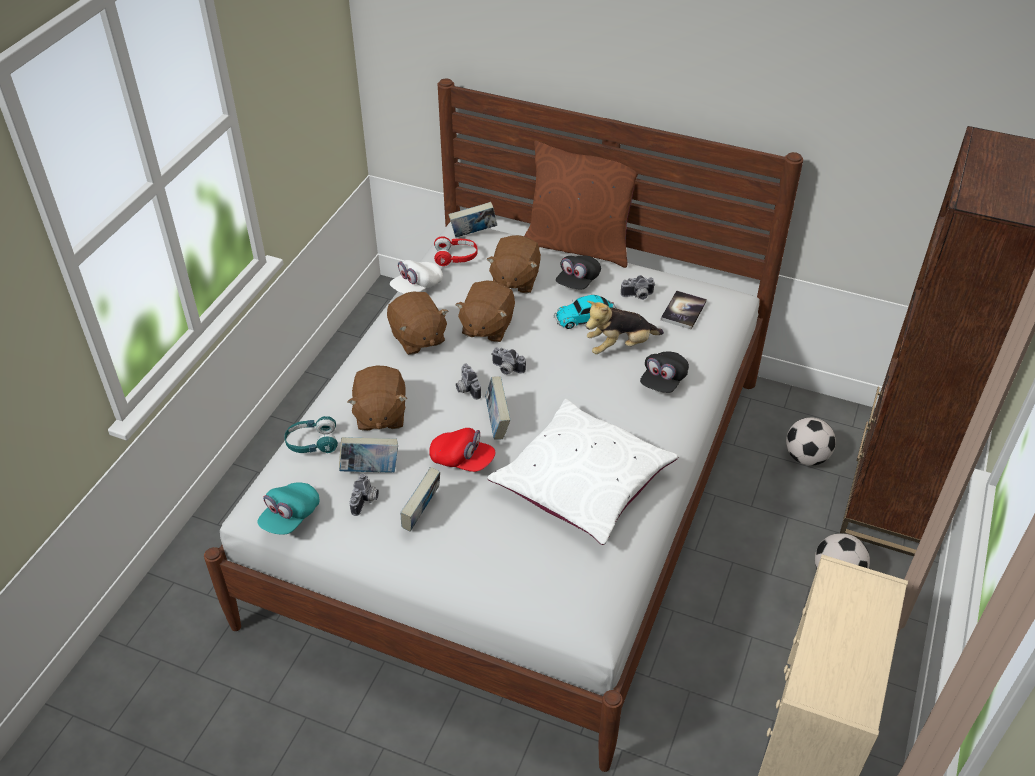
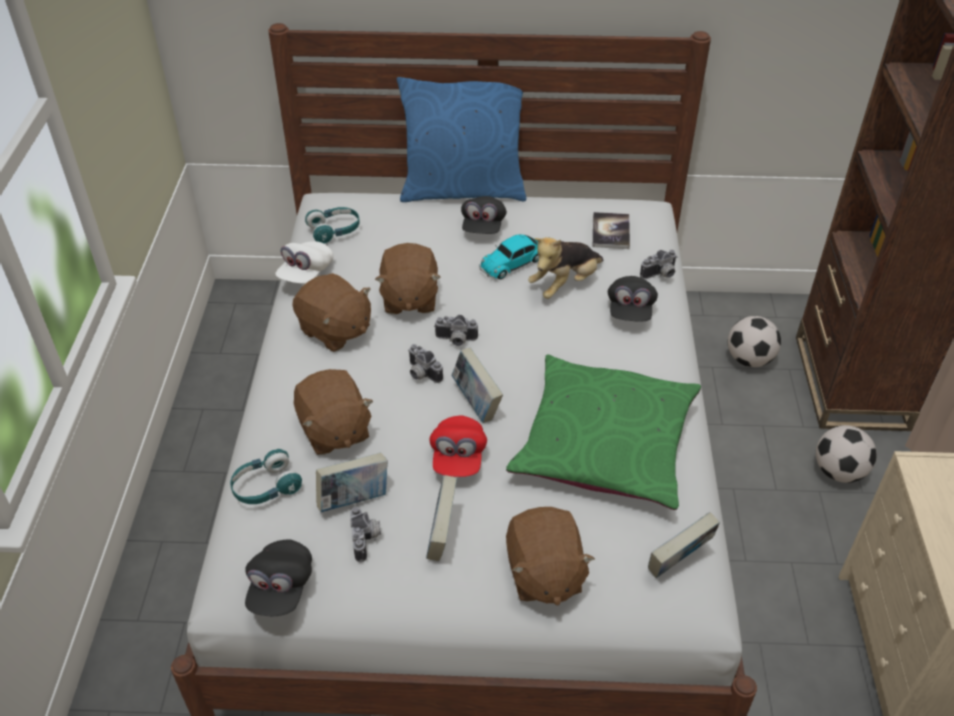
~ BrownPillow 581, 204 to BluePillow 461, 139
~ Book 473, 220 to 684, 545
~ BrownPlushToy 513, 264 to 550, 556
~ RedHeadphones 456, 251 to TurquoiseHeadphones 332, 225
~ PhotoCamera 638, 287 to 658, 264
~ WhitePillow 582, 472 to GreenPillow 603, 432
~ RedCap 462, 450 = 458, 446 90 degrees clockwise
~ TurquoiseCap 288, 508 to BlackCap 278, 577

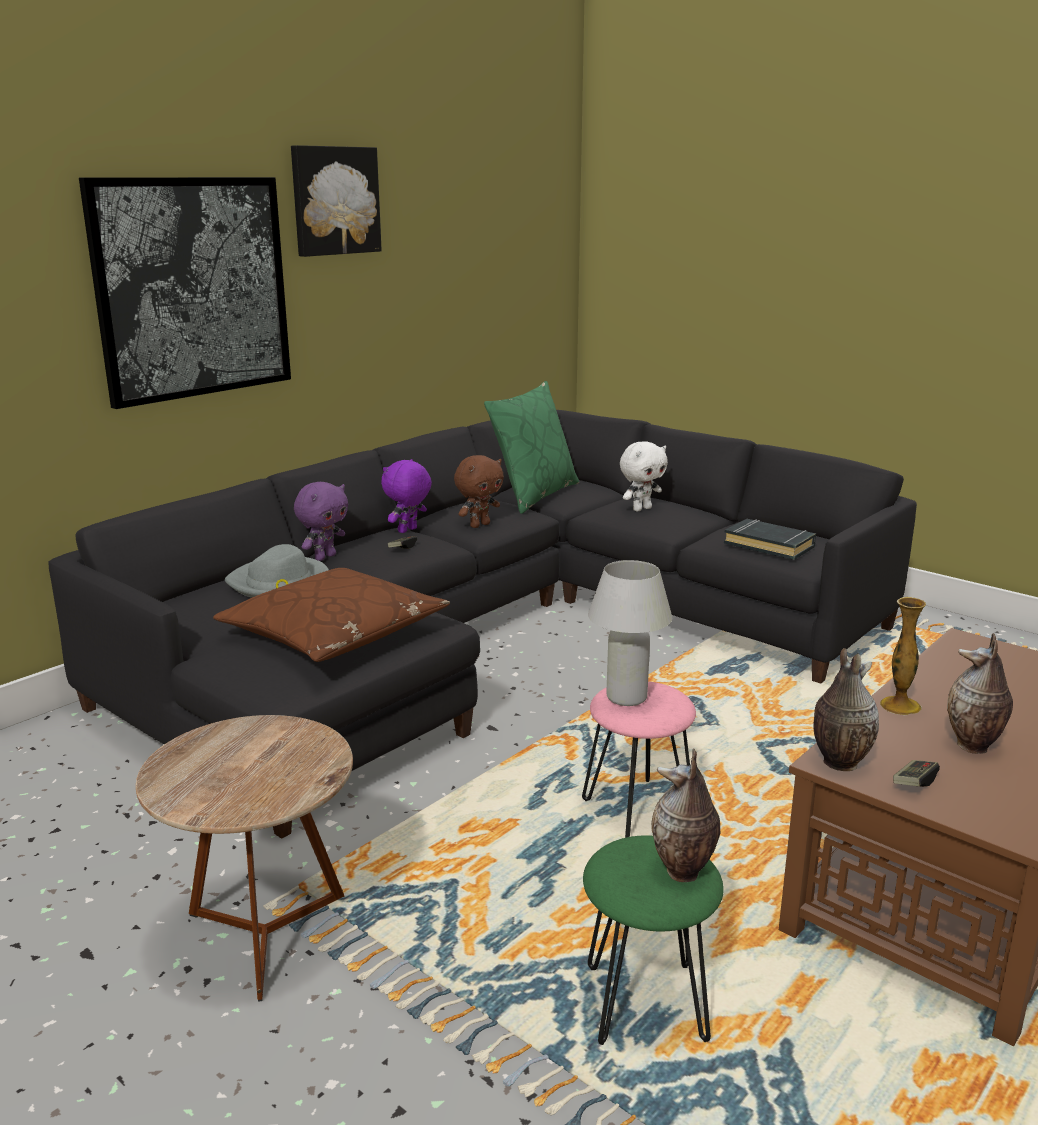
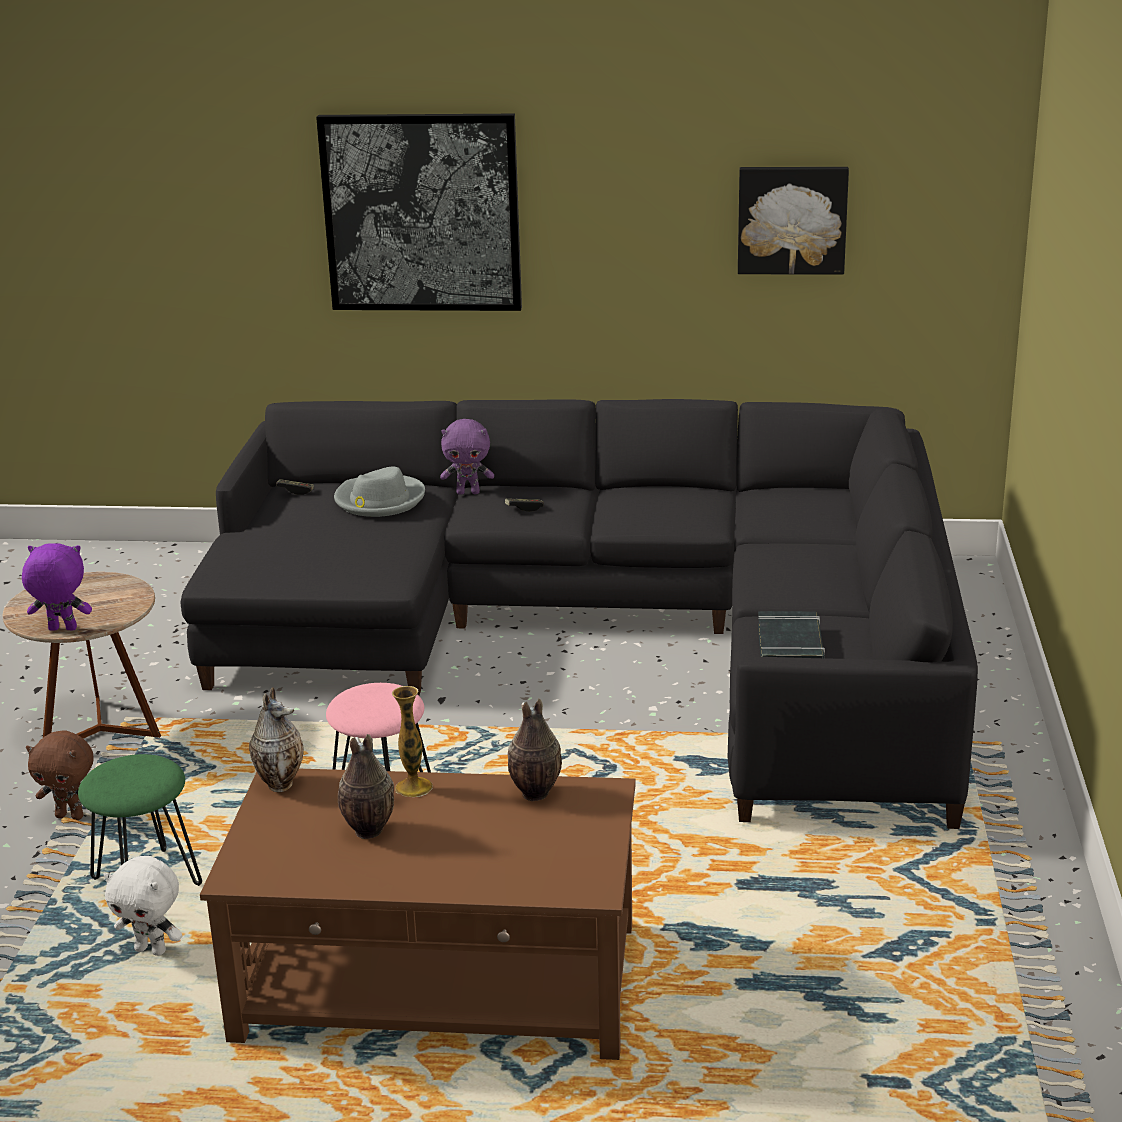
~ Picture 336, 201 to 793, 221
- GreenPillow 531, 447
~ WhitePlushToy 644, 476 to 143, 906
~ BrownPlushToy 479, 491 to 60, 775
~ PurplePlushToy 406, 496 to 57, 587
- WhiteTableLamp 630, 633
- BrownPillow 331, 615
~ Vase 685, 815 to 534, 749
~ GameController 916, 773 to 295, 487

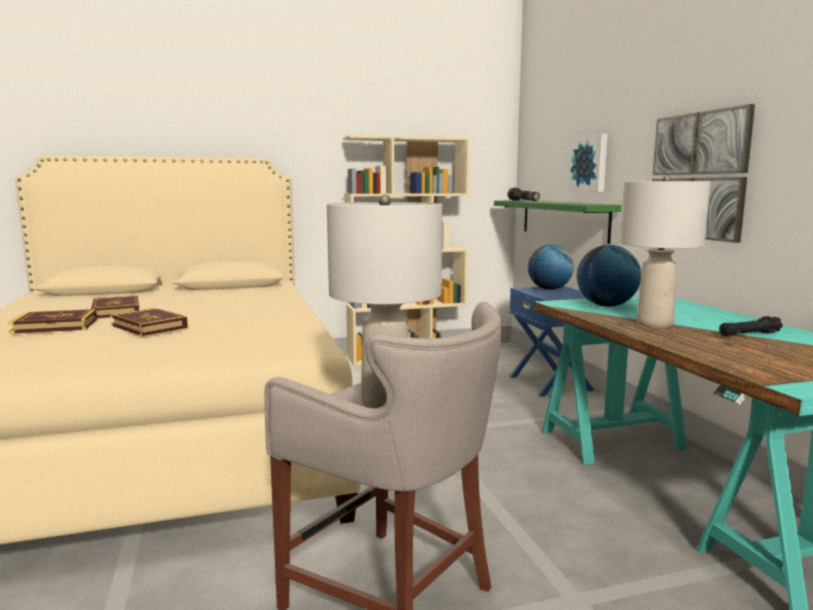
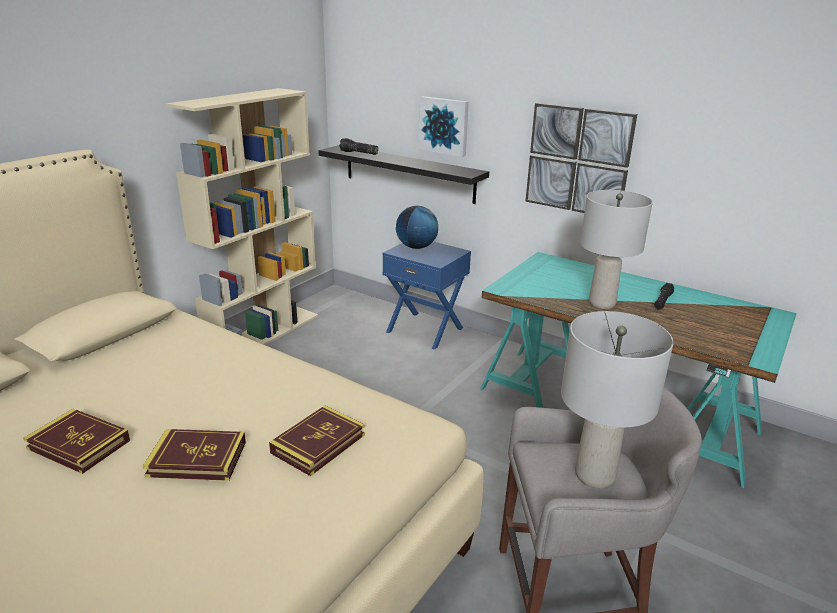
~ GreenShelf 558, 222 to BlackShelf 403, 174
- Globe 609, 276
~ Book 52, 321 to 317, 441

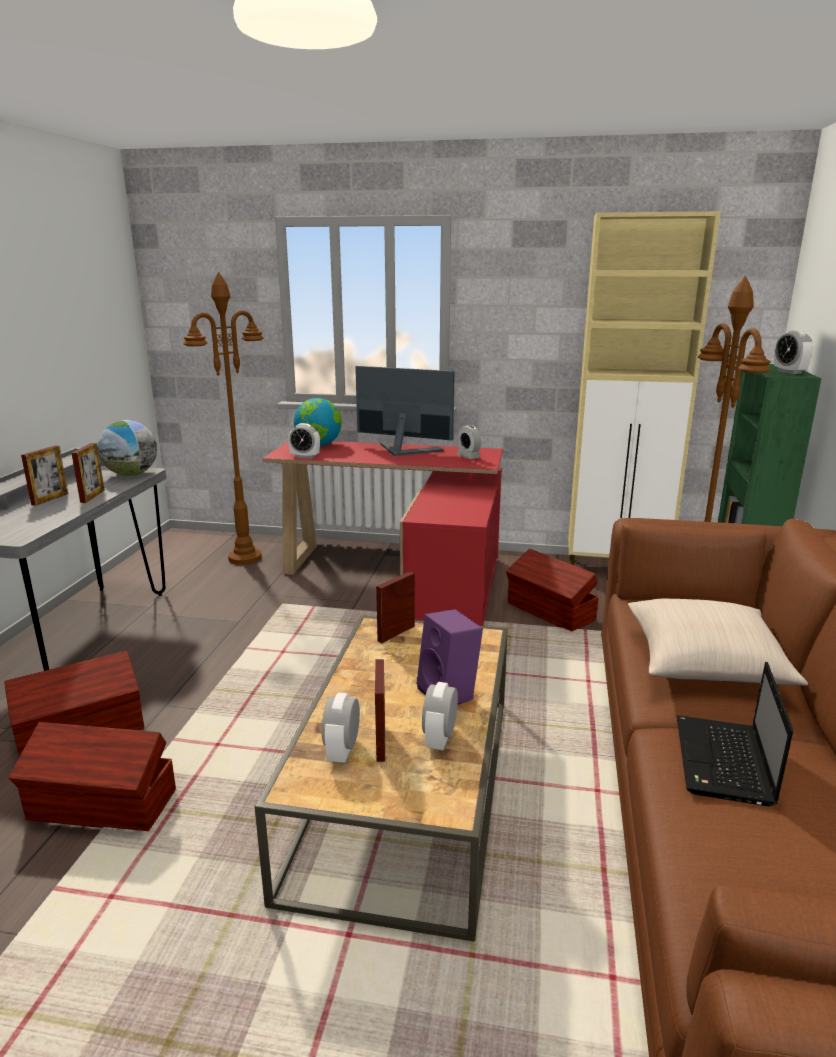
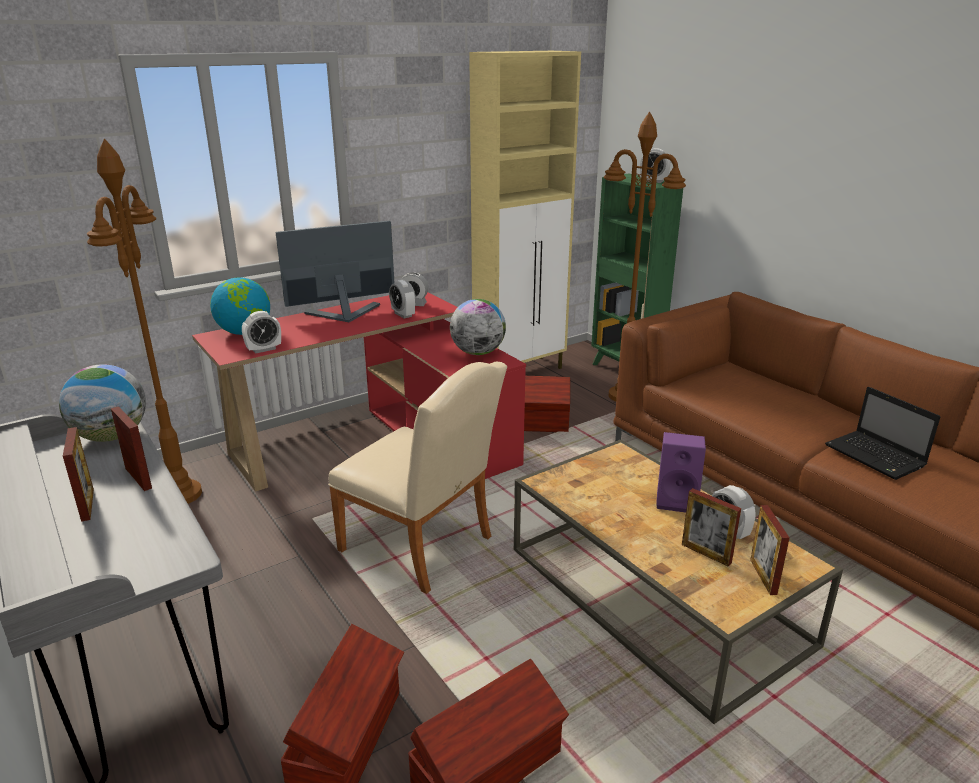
~ PictureFrame 395, 607 to 770, 550
- BeigePillow 718, 642
~ AlarmClock 341, 728 to 402, 299
+ Globe 478, 327
+ BeigeChair 417, 478

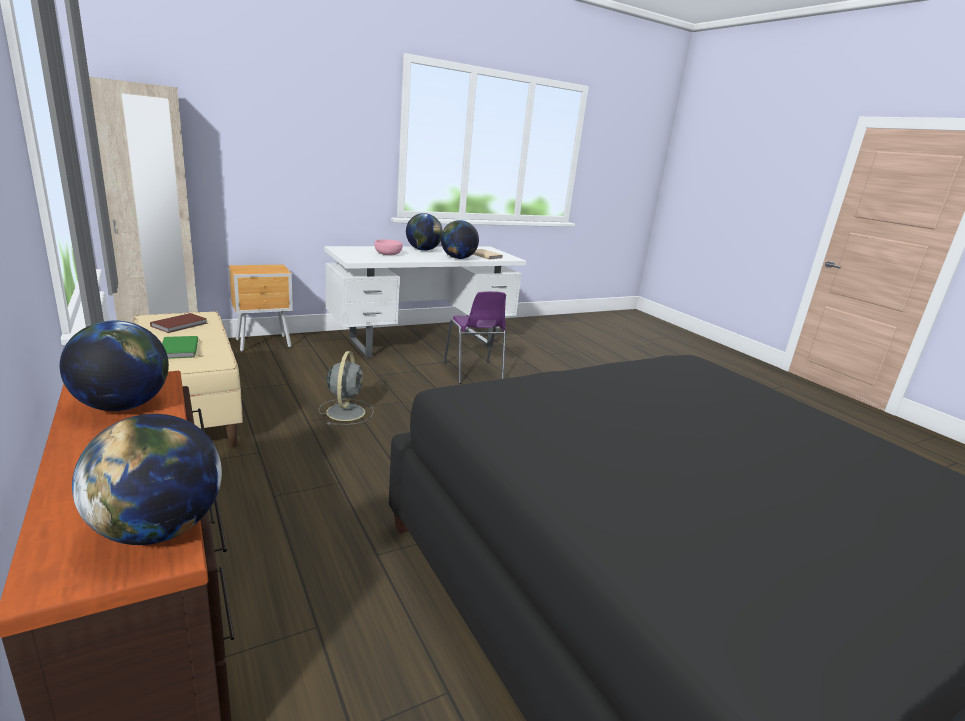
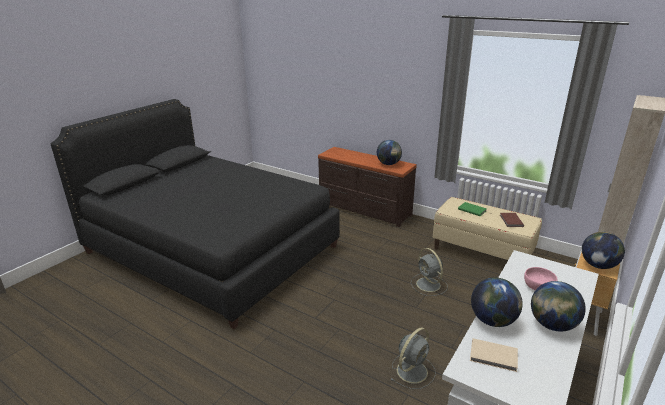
~ PurpleChair 474, 337 to GreyFan 413, 358
~ Globe 147, 479 to 603, 250

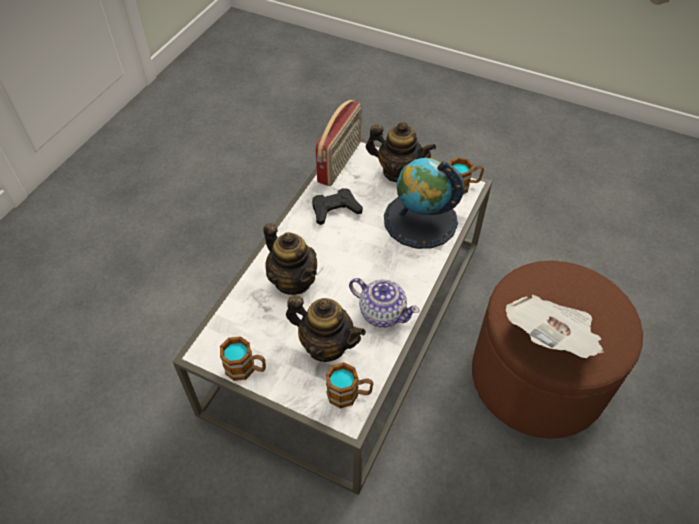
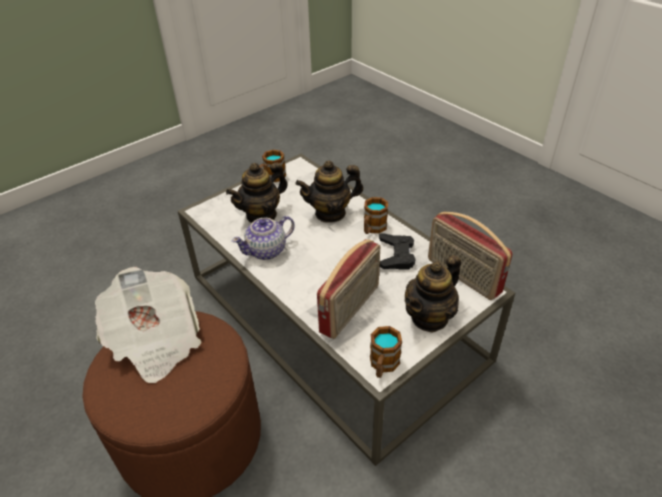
~ Globe 424, 203 to Radio 348, 289
~ Mug 349, 385 to 376, 215

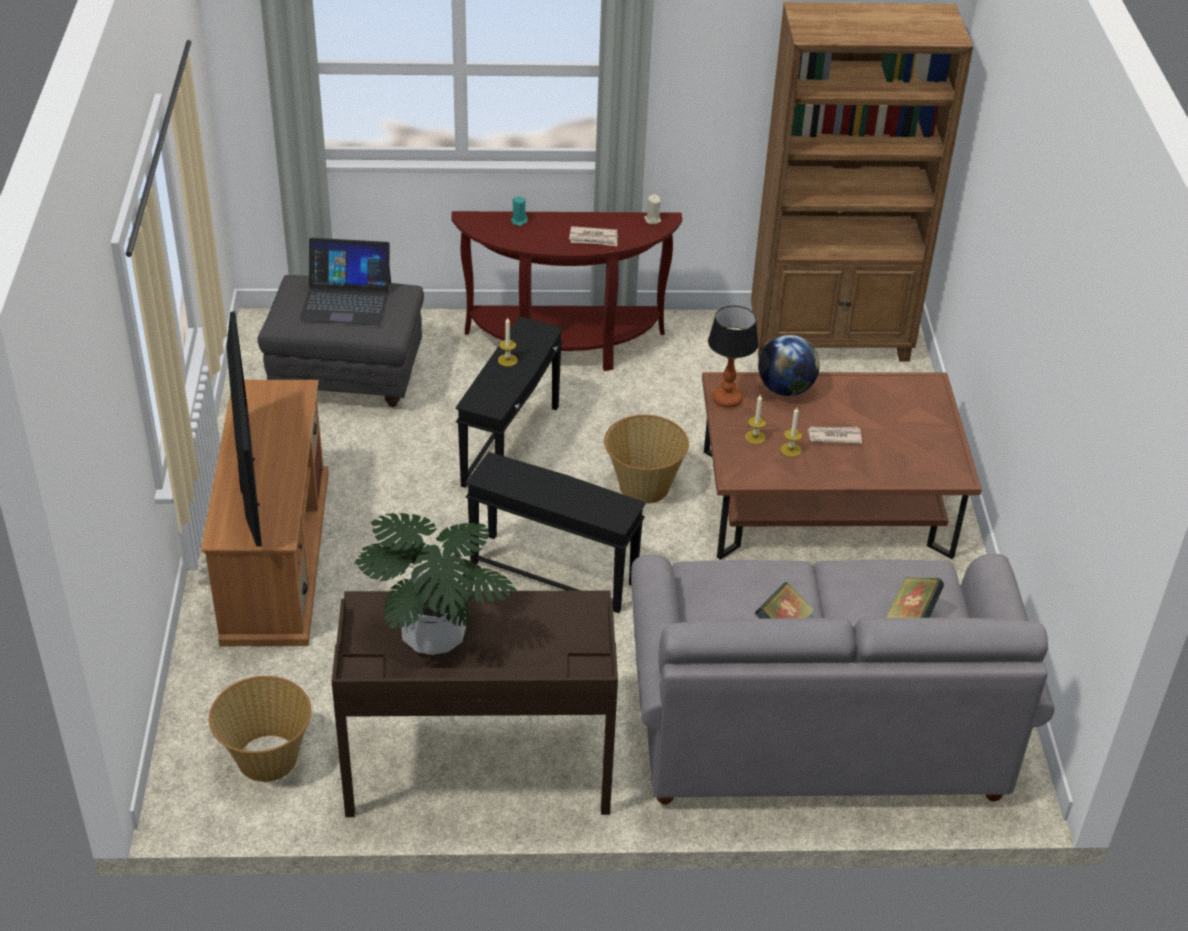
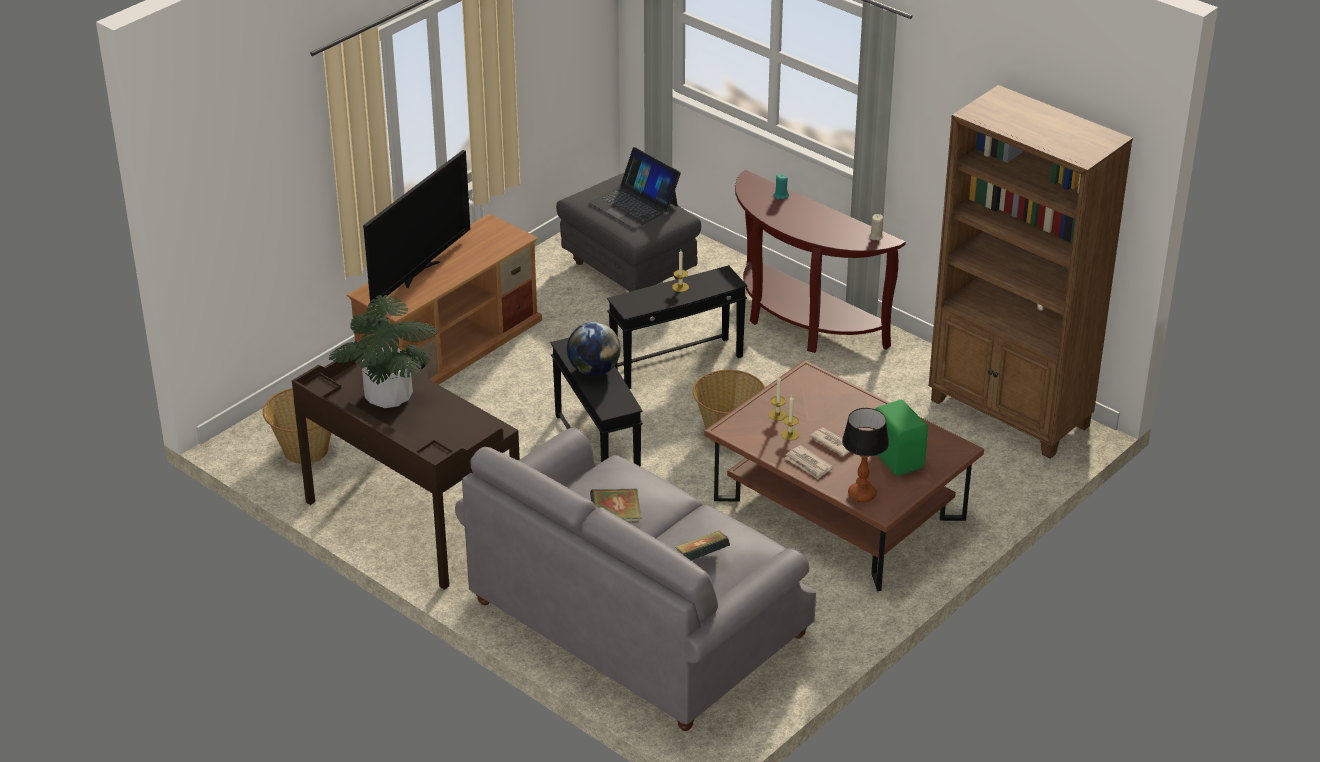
~ Newspaper 593, 236 to 809, 462
~ TableLamp 733, 357 to 865, 455
~ Globe 789, 365 to 594, 349
+ GreenSpeaker 900, 438

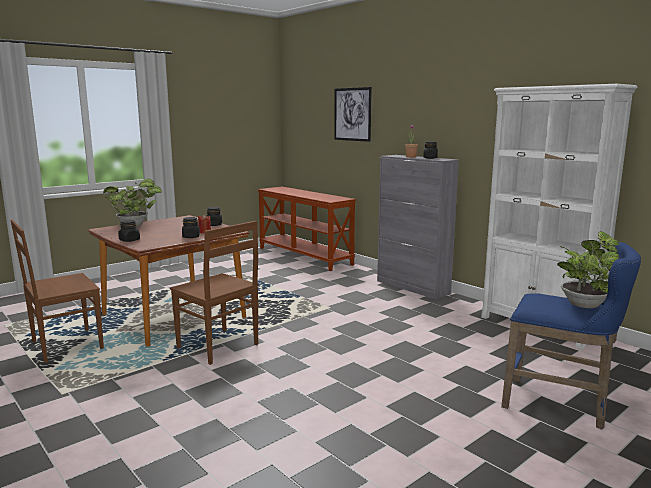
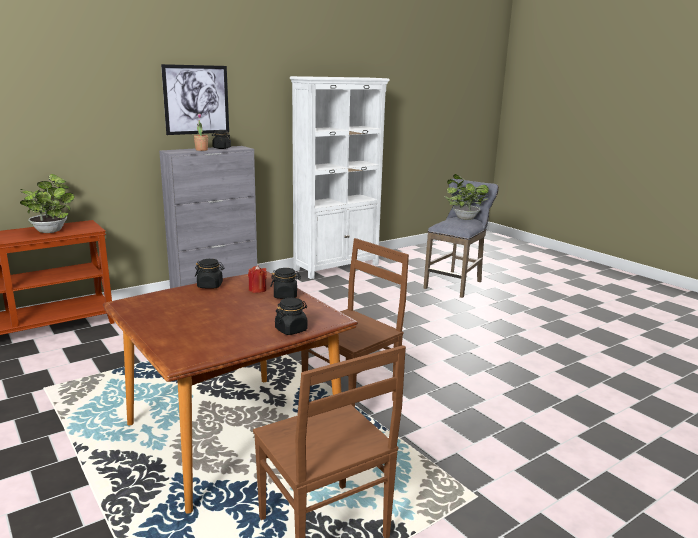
~ Picture 353, 114 to 195, 99
~ PottedPlant 132, 202 to 47, 203
~ BlueStool 571, 336 to GreyStool 461, 238

